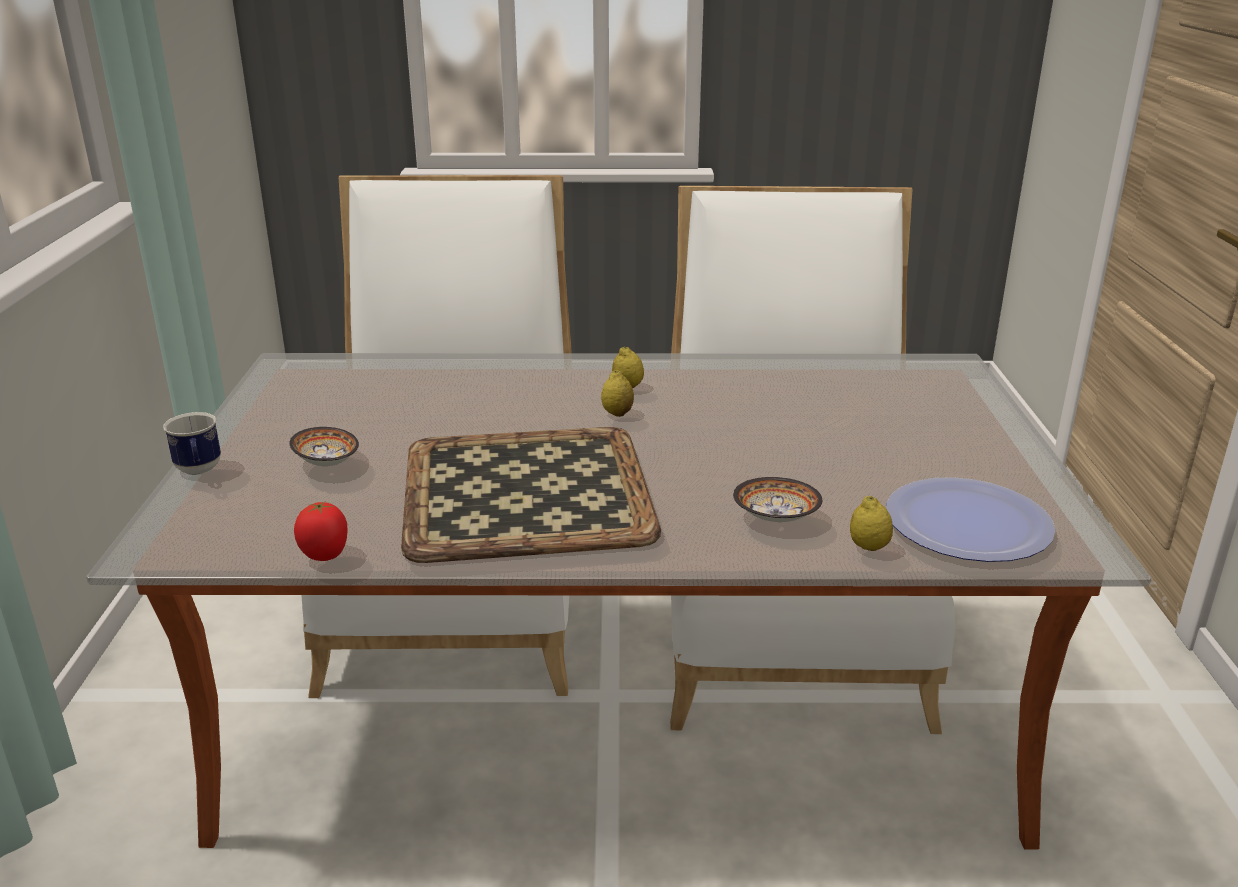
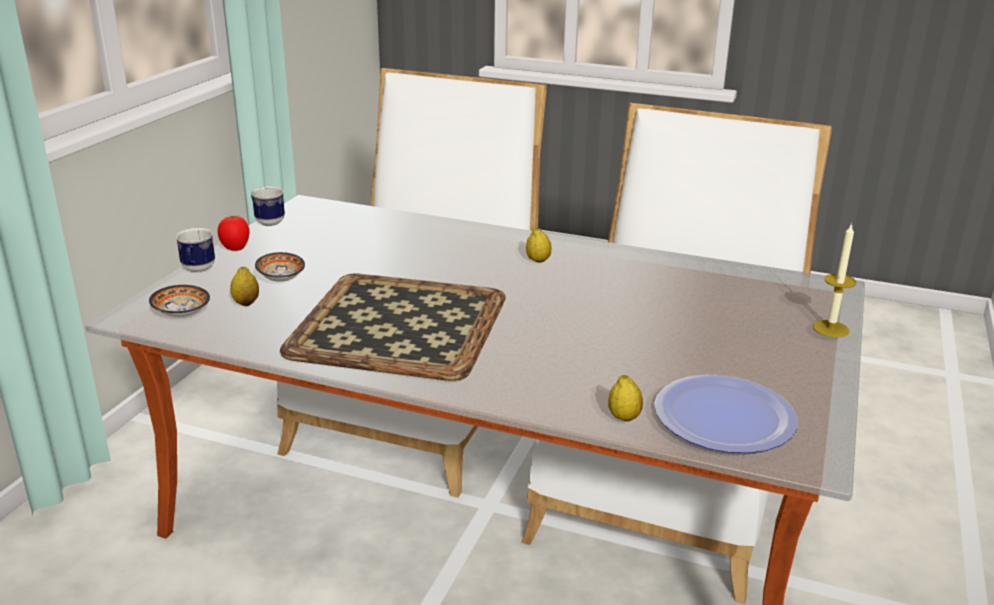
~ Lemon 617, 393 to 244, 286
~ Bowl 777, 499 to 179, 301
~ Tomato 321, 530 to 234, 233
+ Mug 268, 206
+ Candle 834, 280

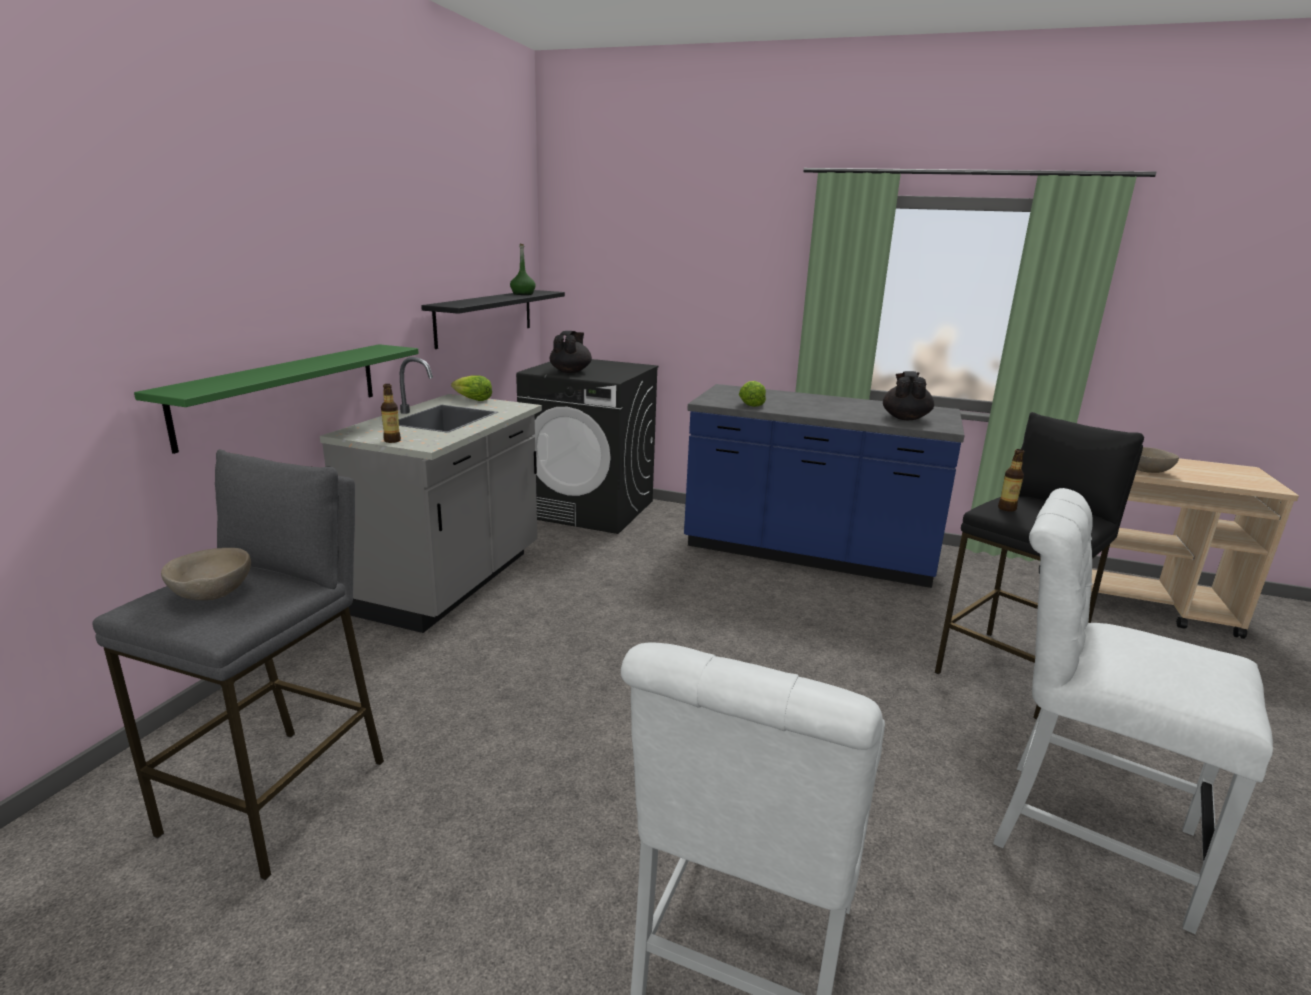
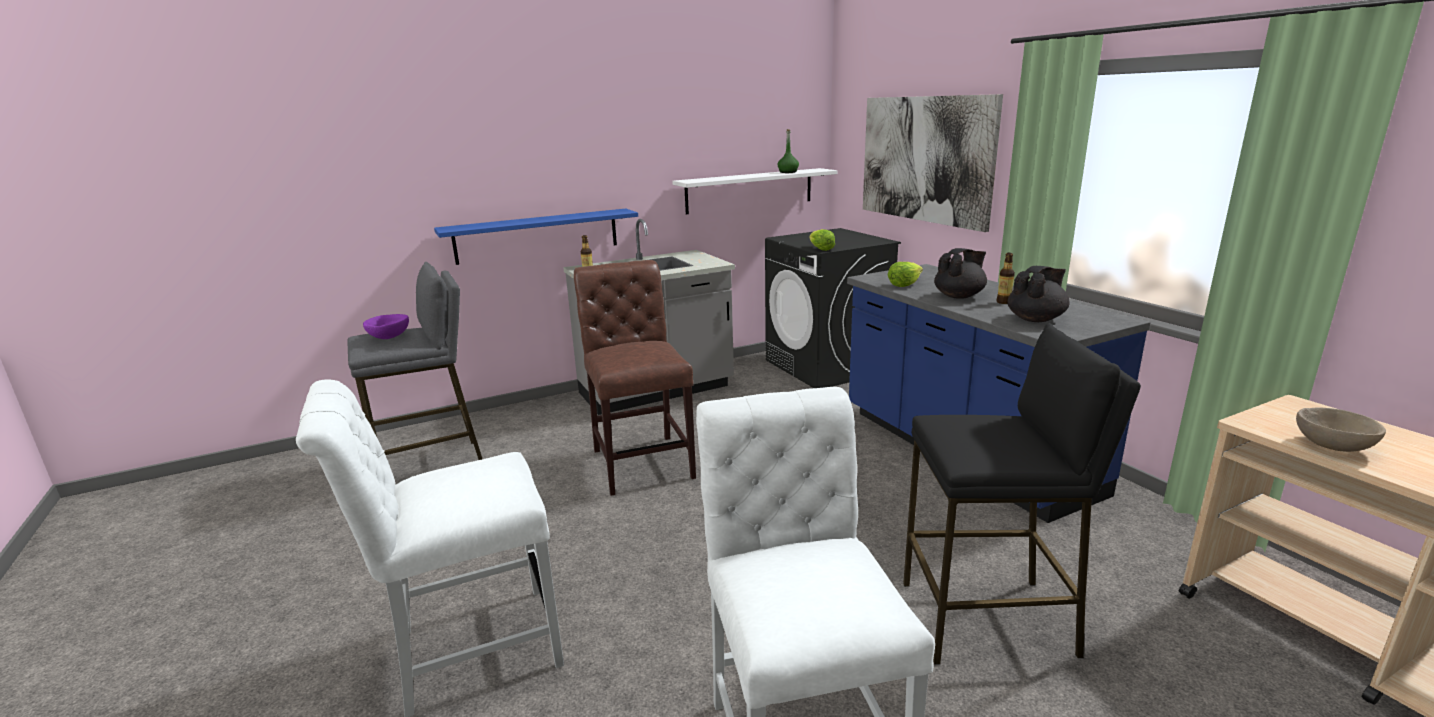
~ BlackShelf 493, 319 to WhiteShelf 754, 191
~ BlackTeapot 571, 352 to 960, 273
~ GreenShelf 276, 399 to BlueShelf 536, 237
~ Lettuce 471, 388 to 822, 240
~ Bottle 1011, 480 to 1006, 278
~ BeigeBowl 206, 574 to PurpleBowl 386, 326
+ Picture 933, 163
+ BrownChair 635, 378

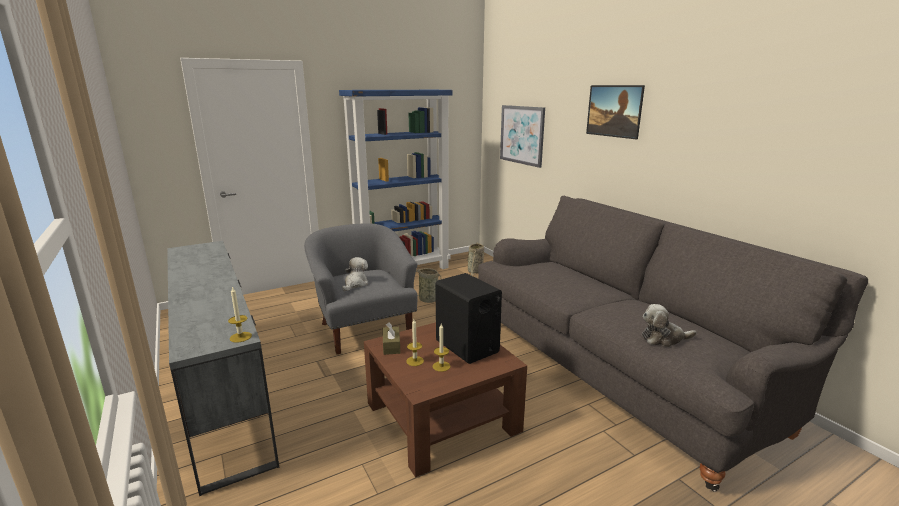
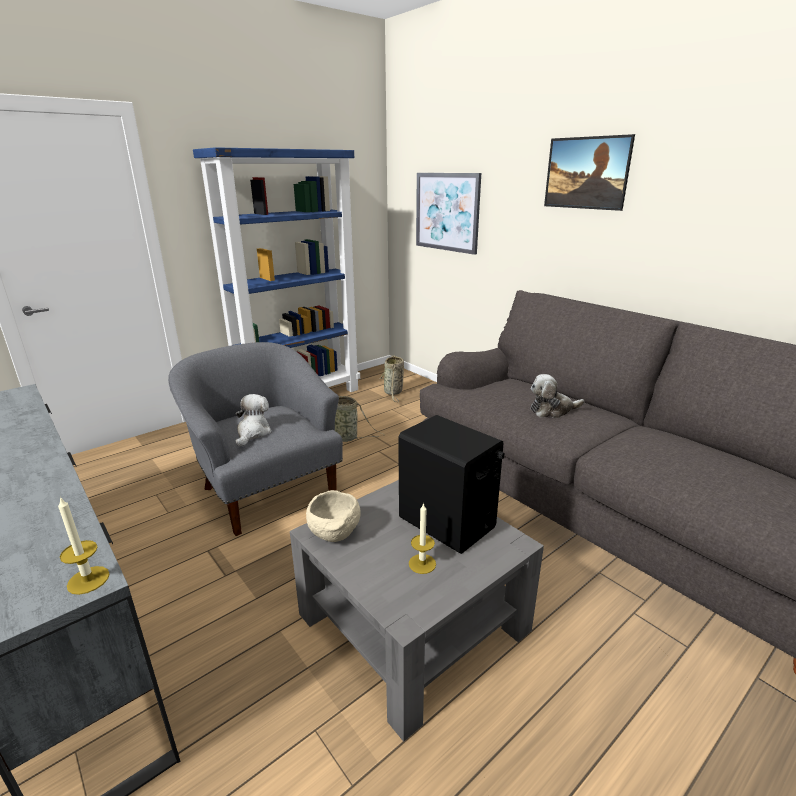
~ PlushToy 669, 325 to 557, 396
- Candle 415, 343
~ BrownCoffeeTable 445, 400 to GreyCoffeeTable 417, 611
~ BrownTissueBox 391, 339 to BeigeBowl 333, 516

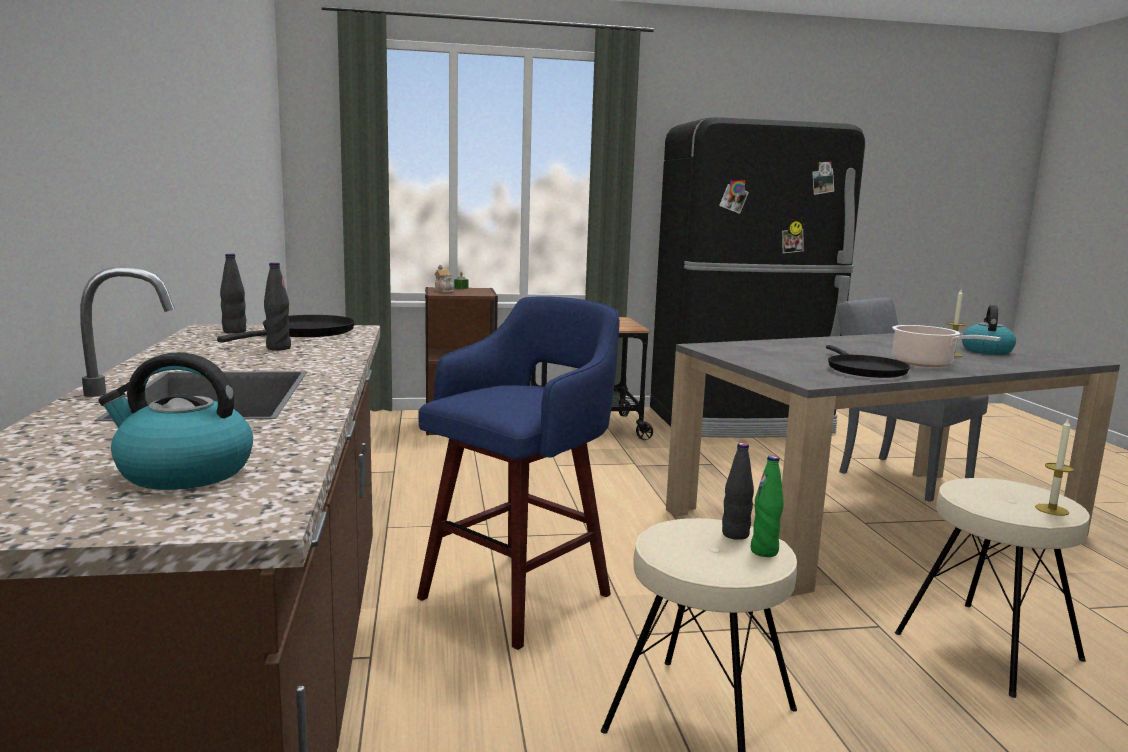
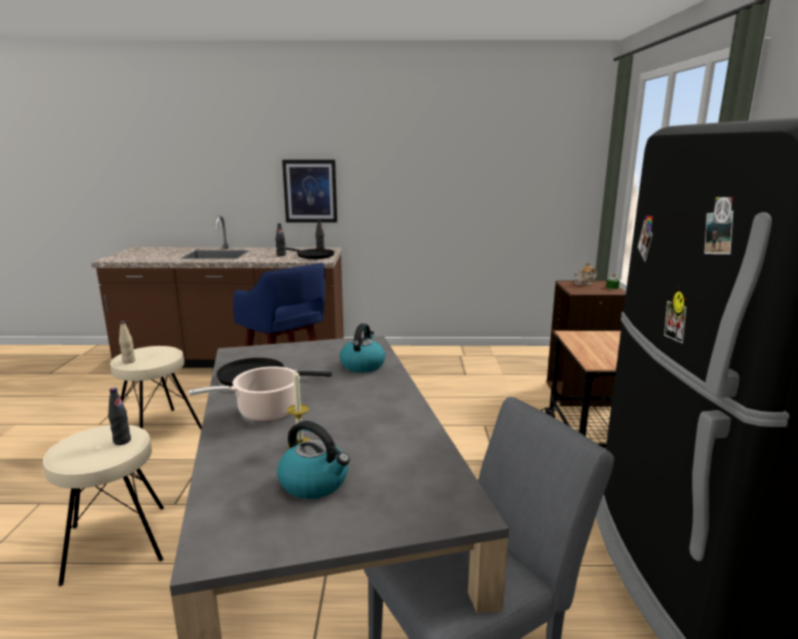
~ Kettle 175, 421 to 362, 348
- Candle 1054, 467
~ BlackBottle 738, 491 to 119, 416
~ GreenBottle 767, 506 to BeigeBottle 127, 342
+ Picture 309, 191

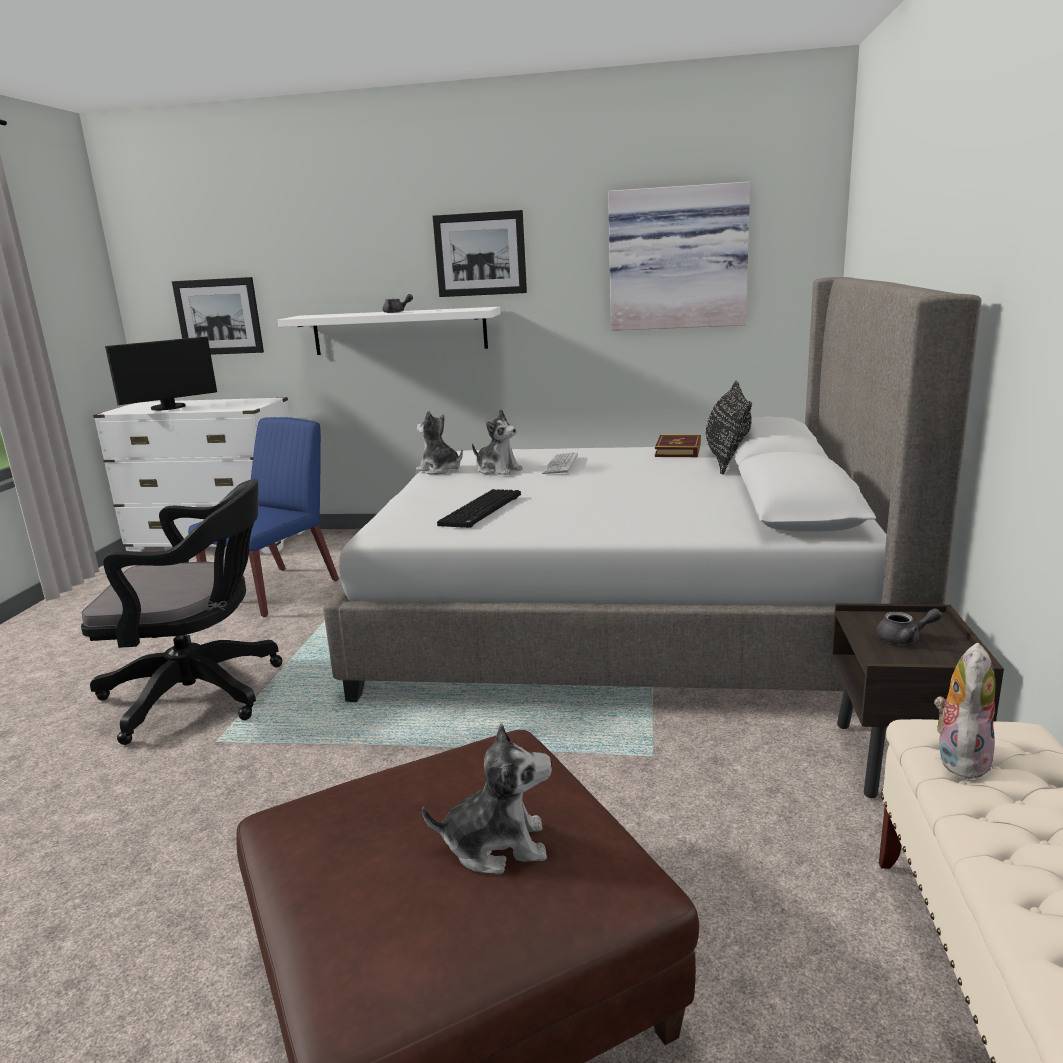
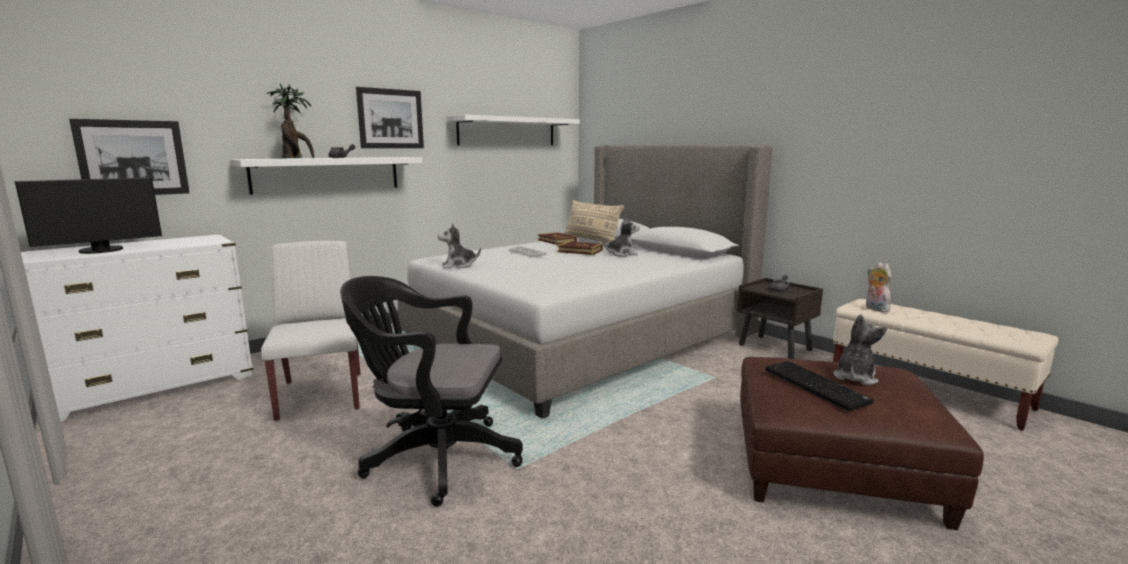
~ Picture 679, 256 to WhiteShelf 513, 130
~ Monitor 161, 373 = 88, 215 45 degrees clockwise
~ BlackPillow 729, 428 to BeigePillow 594, 222
~ PlushToy 497, 442 to 621, 236
~ BlueChair 263, 517 to WhiteChair 311, 331
~ BlackOfficeChair 182, 612 = 431, 391 120 degrees counterclockwise
~ Keyboard 479, 508 to 819, 386
+ PottedPlant 290, 121
+ Book 580, 248

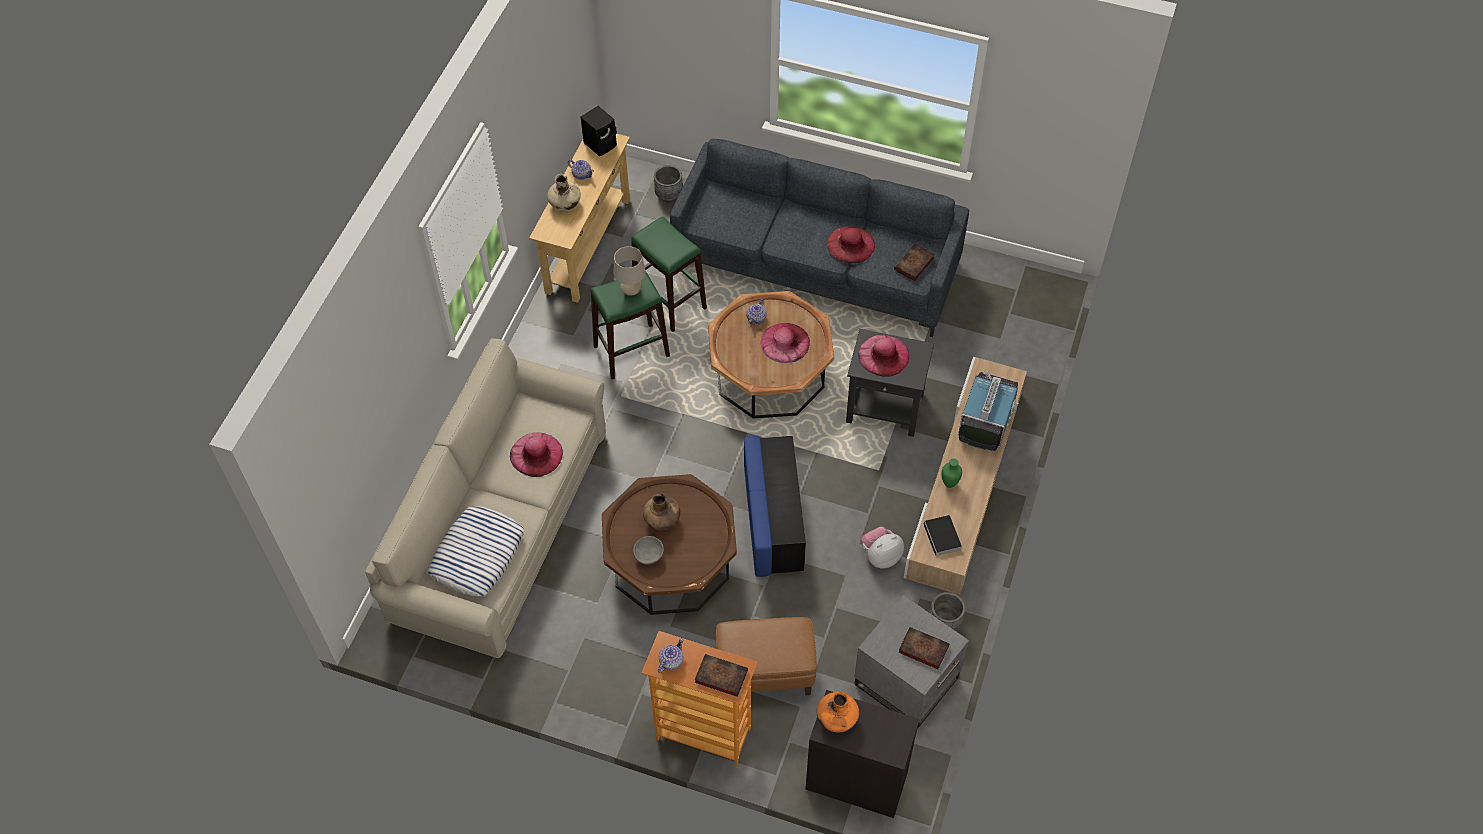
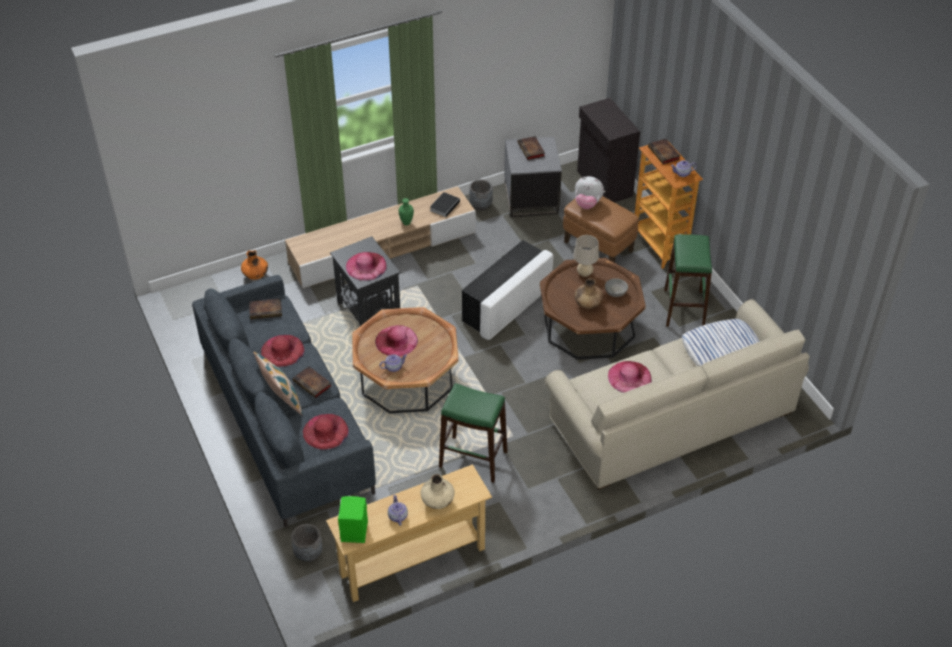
~ BlackSpeaker 599, 131 to GreenSpeaker 353, 519
~ GreenStool 669, 274 to 688, 280
~ BeigeTableLamp 629, 271 to 586, 256
- Television 988, 411
~ BlueOttoman 775, 506 to WhiteOttoman 507, 290
~ PlushToy 882, 547 to 589, 192
~ OrangeVase 838, 712 to 254, 265
+ Pillow 278, 383
+ Book 312, 382
+ RedHat 326, 432

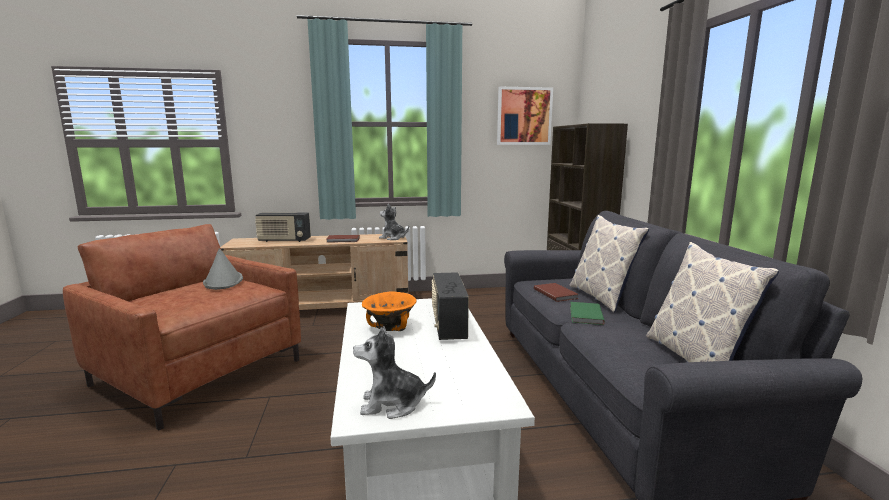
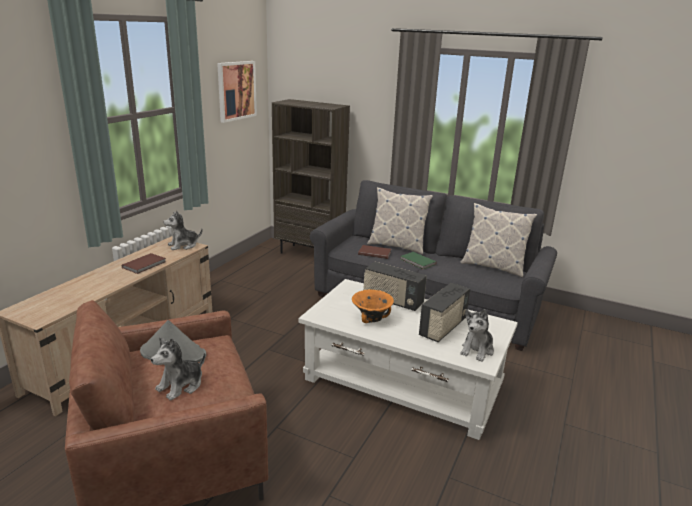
~ Radio 283, 227 to 444, 312
+ PlushToy 178, 369

